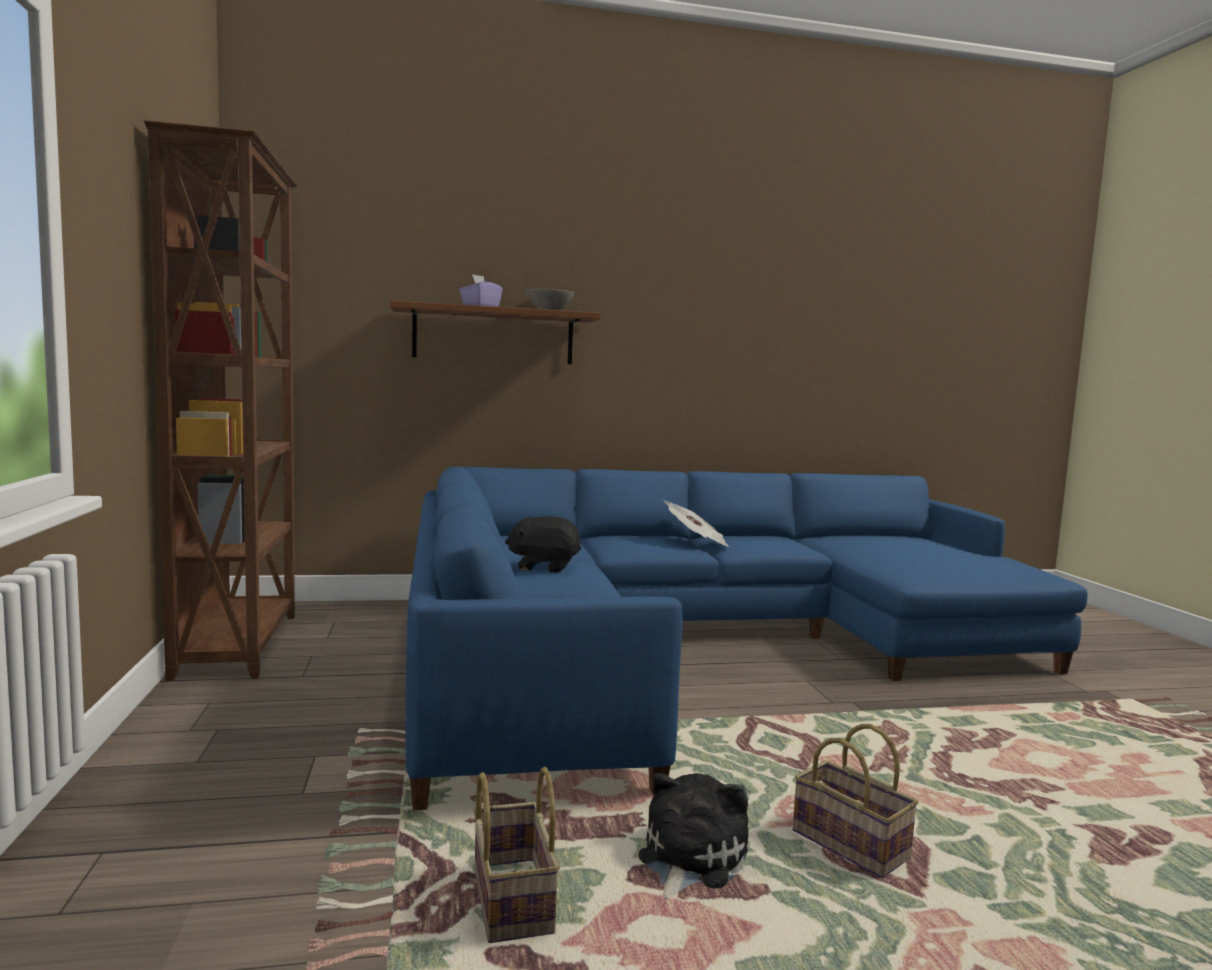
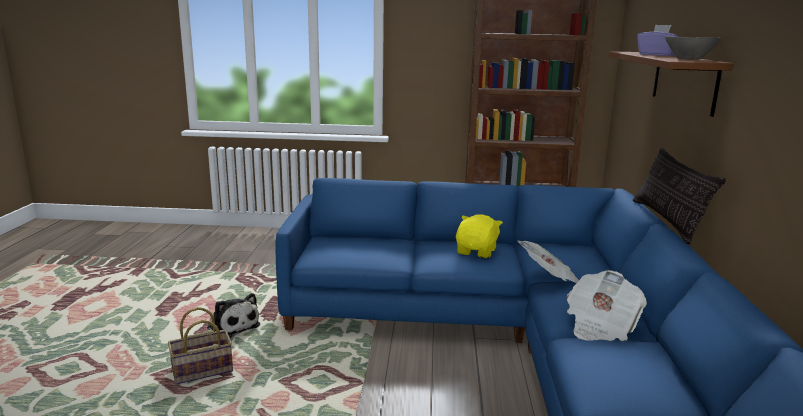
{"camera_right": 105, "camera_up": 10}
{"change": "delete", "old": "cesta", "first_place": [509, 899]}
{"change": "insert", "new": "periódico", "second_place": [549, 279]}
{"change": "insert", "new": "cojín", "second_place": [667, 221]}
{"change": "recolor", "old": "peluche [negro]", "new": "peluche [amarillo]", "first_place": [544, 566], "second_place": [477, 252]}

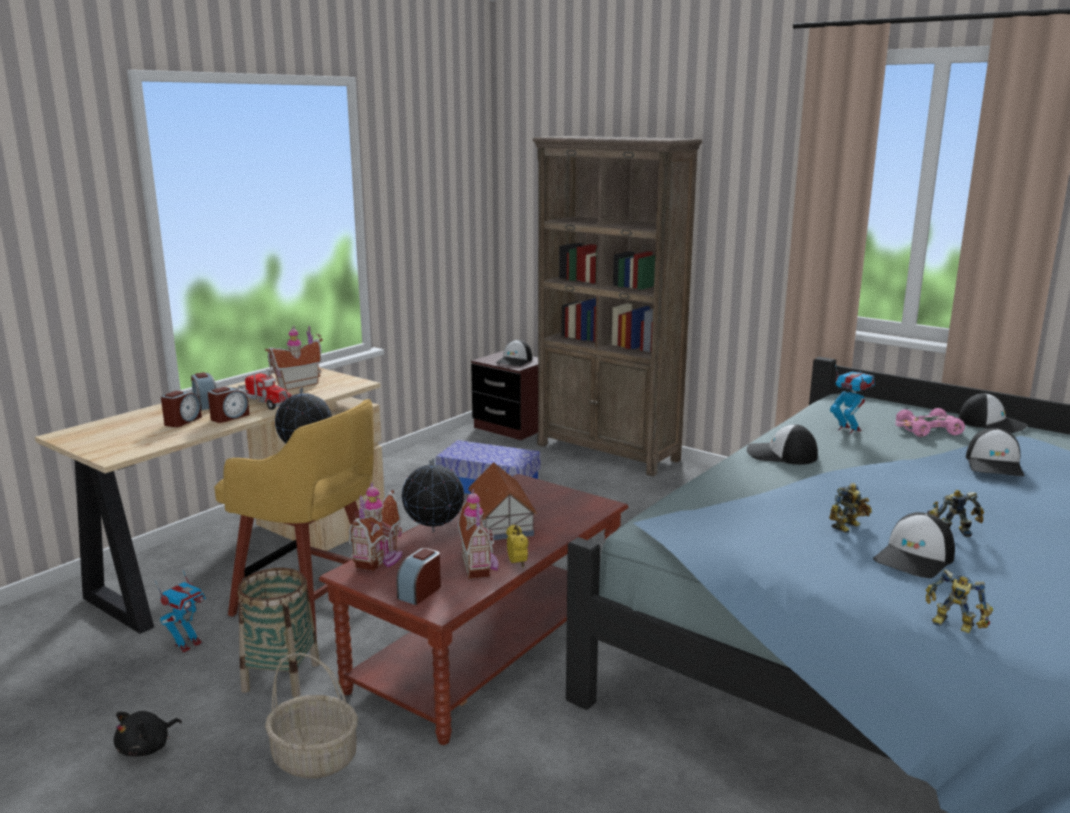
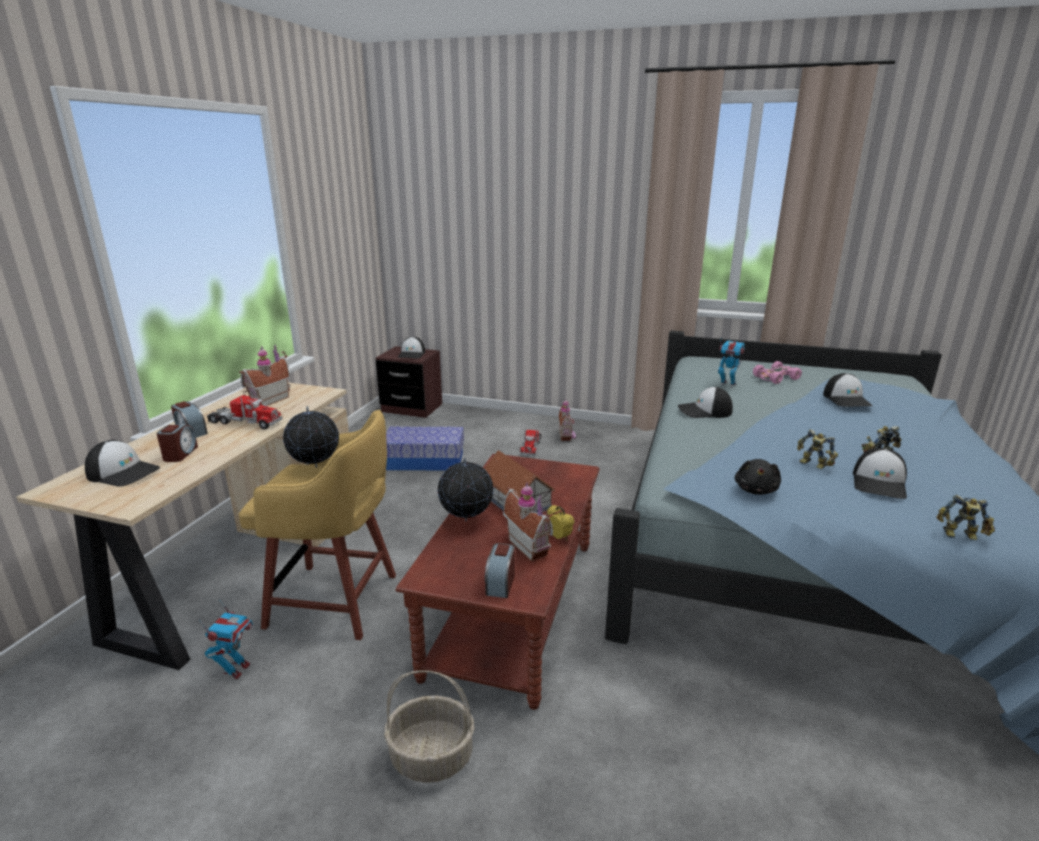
{"camera_right": -20, "camera_up": 5}
{"change": "delete", "old": "despertador", "first_place": [229, 417]}
{"change": "delete", "old": "cesta", "first_place": [281, 677]}
{"change": "delete", "old": "estantería [marrón]", "first_place": [608, 452]}
{"change": "insert", "new": "camión de juguete", "second_place": [531, 447]}
{"change": "move", "old": "peluche [negro]", "first_place": [147, 748], "second_place": [756, 490]}
{"change": "move", "old": "casita", "first_place": [381, 559], "second_place": [567, 435]}
{"change": "move", "old": "gorra", "first_place": [992, 423], "second_place": [123, 472]}
{"change": "rotate", "old": "robot de juguete", "first_place": [848, 527], "second_place": [813, 465], "degrees": 105}

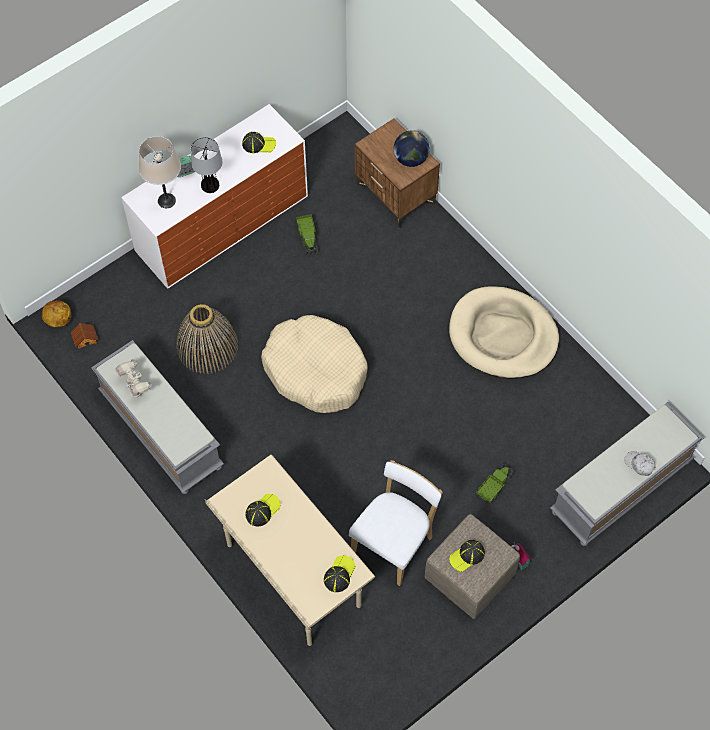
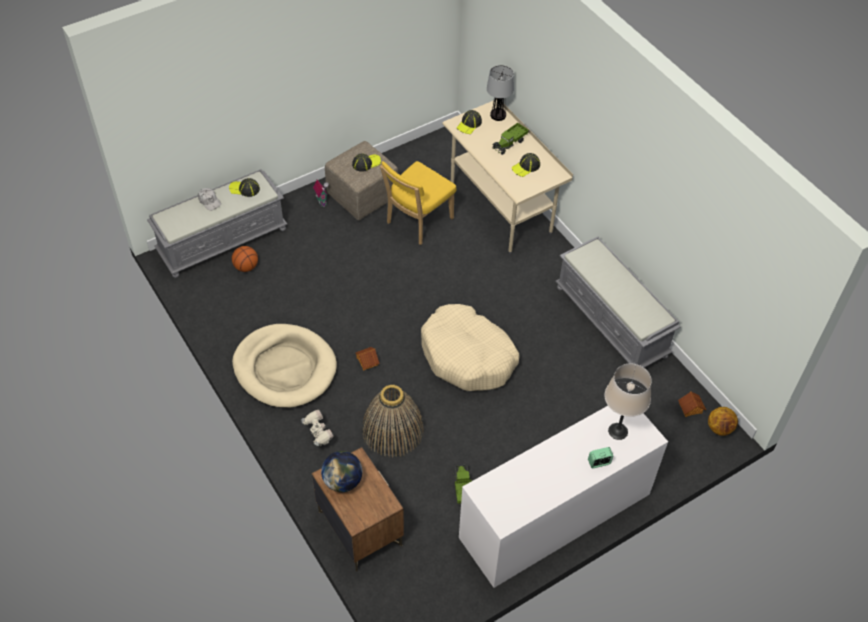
{"camera_right": -175, "camera_up": -10}
{"change": "insert", "new": "balón de baloncesto", "second_place": [246, 267]}
{"change": "insert", "new": "casita", "second_place": [367, 361]}
{"change": "move", "old": "robot de juguete", "first_place": [136, 388], "second_place": [319, 439]}
{"change": "move", "old": "cesta", "first_place": [207, 346], "second_place": [392, 430]}
{"change": "move", "old": "lámpara de mesa", "first_place": [210, 185], "second_place": [497, 115]}
{"change": "move", "old": "gorra", "first_place": [259, 144], "second_place": [244, 189]}
{"change": "move", "old": "camión de juguete", "first_place": [495, 485], "second_place": [509, 143]}
{"change": "recolor", "old": "silla [blanco]", "new": "silla [amarillo]", "first_place": [394, 543], "second_place": [417, 222]}

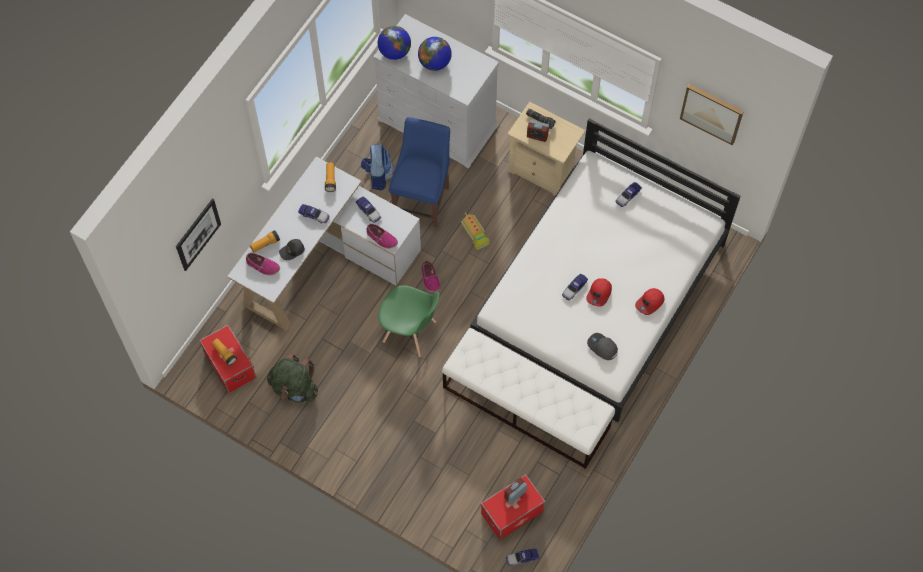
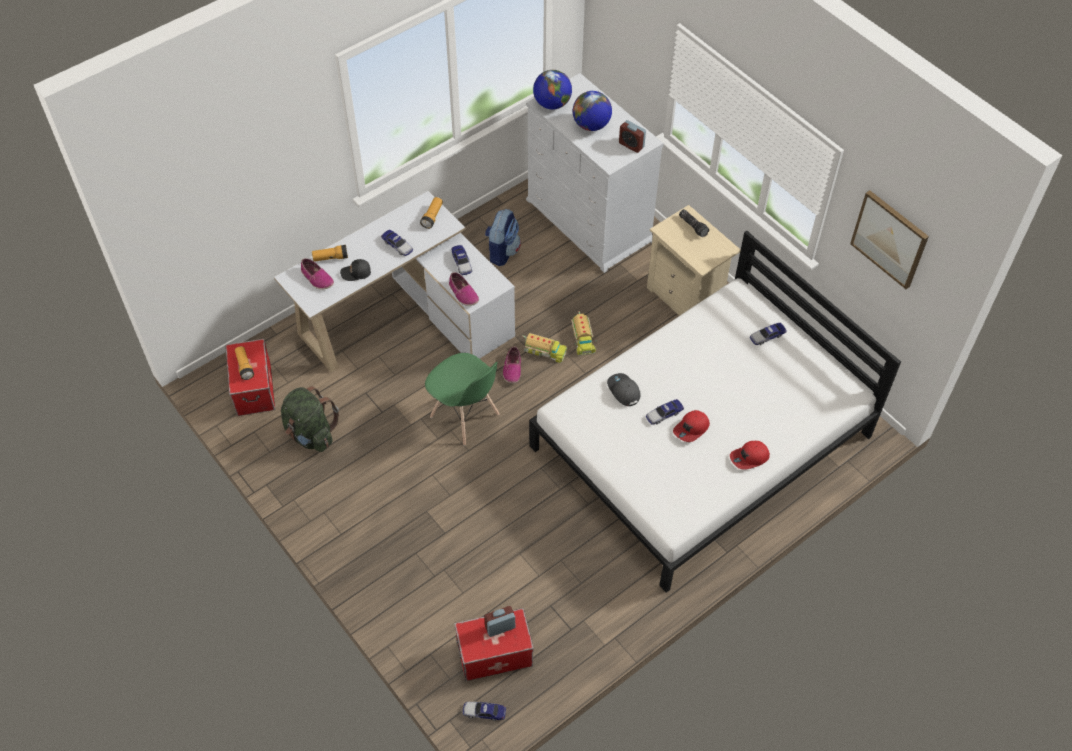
{"camera_right": 20, "camera_up": -10}
{"change": "delete", "old": "cuadro", "first_place": [198, 234]}
{"change": "delete", "old": "silla [azul]", "first_place": [422, 199]}
{"change": "delete", "old": "banco [blanco]", "first_place": [526, 407]}
{"change": "insert", "new": "camión de juguete", "second_place": [544, 351]}
{"change": "move", "old": "despertador", "first_place": [537, 136], "second_place": [631, 145]}
{"change": "move", "old": "gorra [gris]", "first_place": [602, 347], "second_place": [623, 391]}

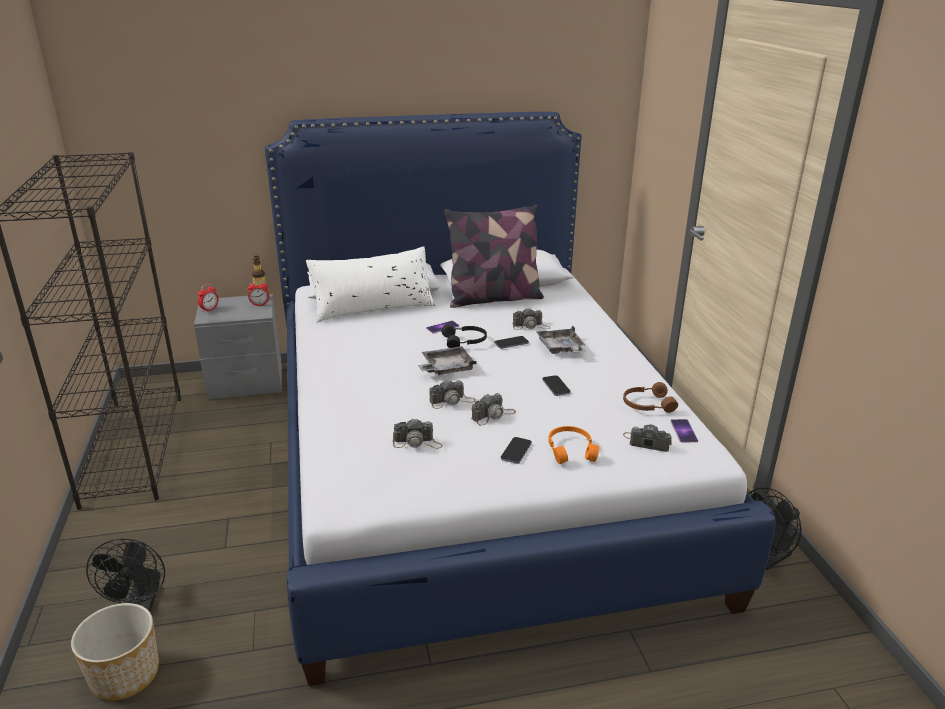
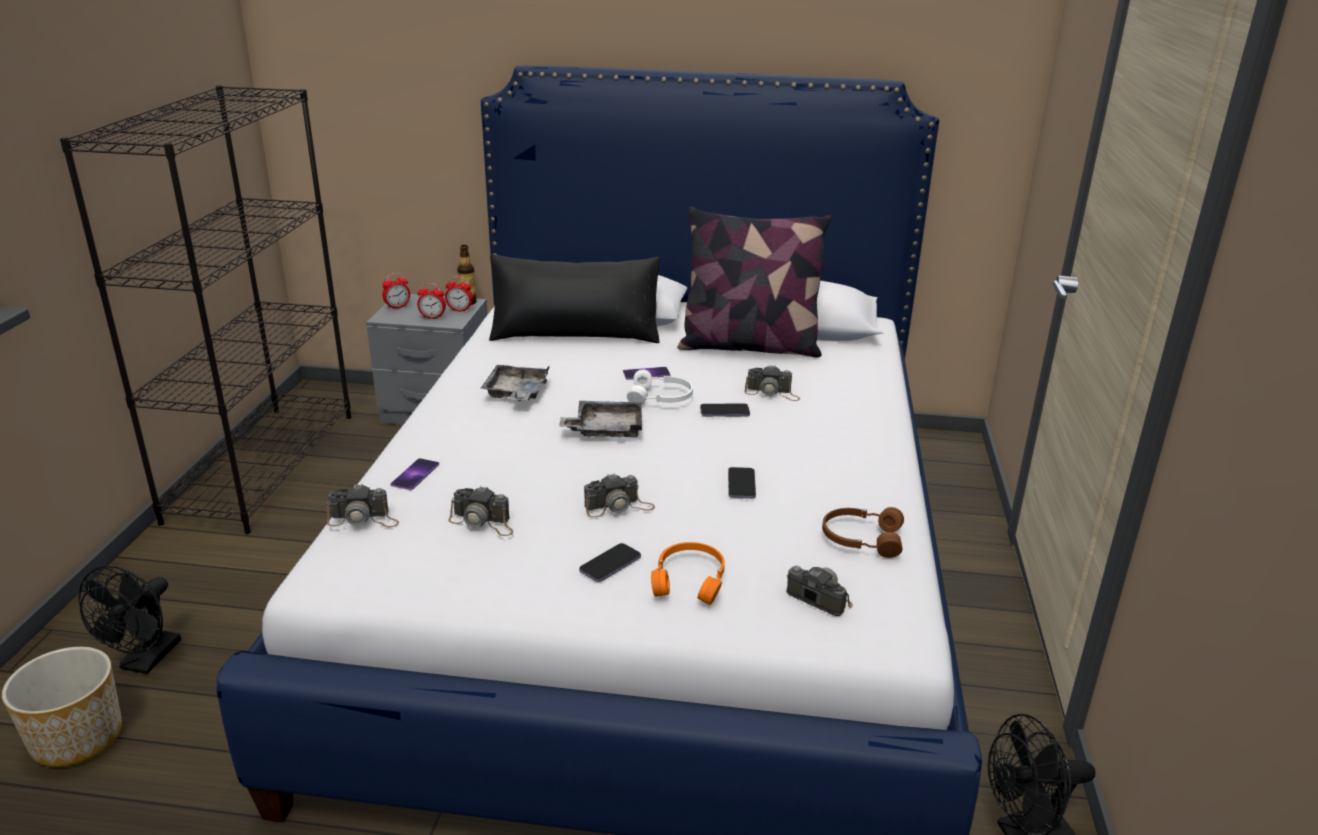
{"camera_right": 20, "camera_up": 0}
{"change": "insert", "new": "despertador", "second_place": [432, 317]}
{"change": "move", "old": "cámara", "first_place": [452, 401], "second_place": [364, 519]}
{"change": "move", "old": "bandeja [gris]", "first_place": [561, 348], "second_place": [516, 393]}
{"change": "move", "old": "móvil", "first_place": [683, 431], "second_place": [415, 474]}
{"change": "recolor", "old": "cojín [blanco]", "new": "cojín [negro]", "first_place": [373, 308], "second_place": [575, 333]}
{"change": "recolor", "old": "auriculares [negro]", "new": "auriculares [blanco]", "first_place": [465, 341], "second_place": [661, 398]}

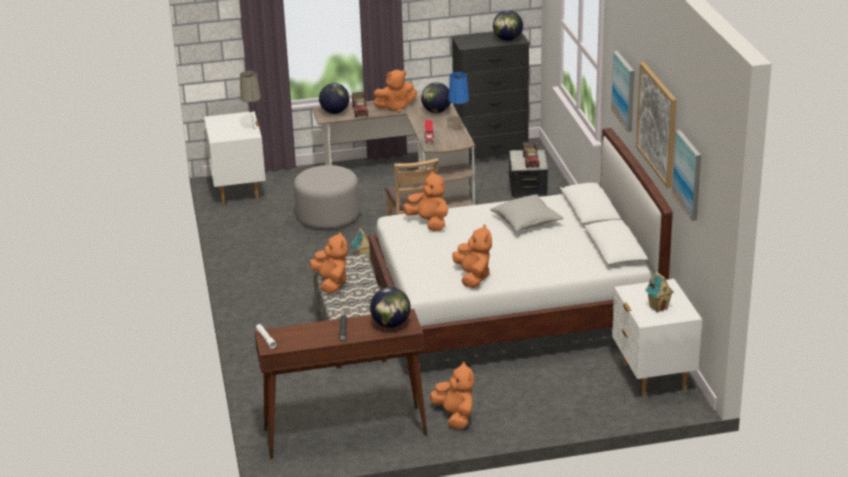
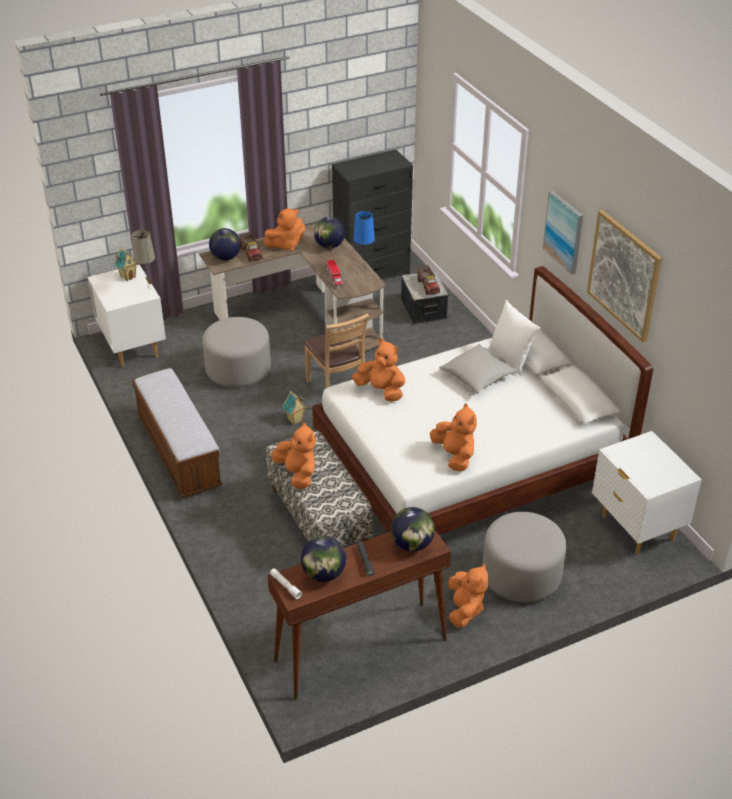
{"camera_right": -15, "camera_up": 10}
{"change": "delete", "old": "cuadro", "first_place": [688, 175]}
{"change": "insert", "new": "banco", "second_place": [179, 451]}
{"change": "insert", "new": "puf [gris]", "second_place": [521, 575]}
{"change": "insert", "new": "cojín [blanco]", "second_place": [511, 358]}
{"change": "move", "old": "globo terráqueo", "first_place": [507, 39], "second_place": [324, 574]}
{"change": "move", "old": "casita", "first_place": [658, 307], "second_place": [128, 277]}
{"change": "rotate", "old": "peluche [naranja]", "first_place": [455, 416], "second_place": [465, 609], "degrees": 45}

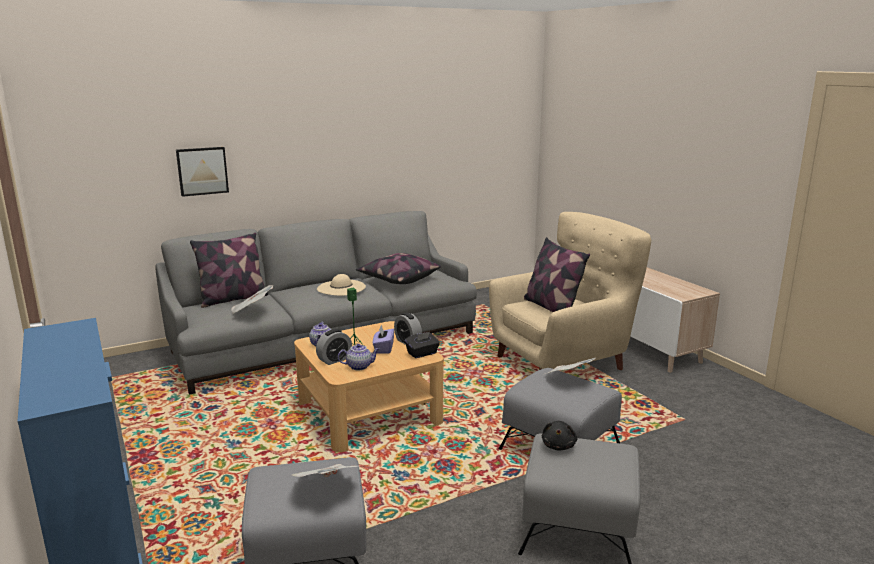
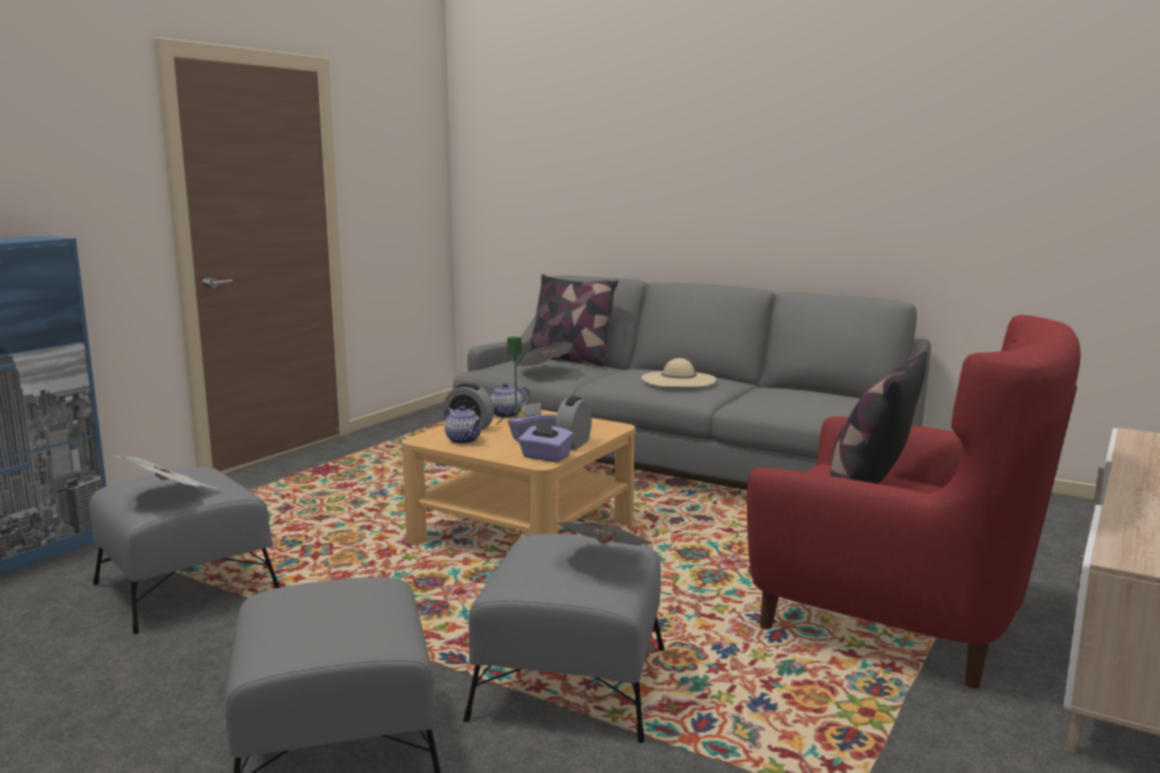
{"camera_right": 60, "camera_up": -5}
{"change": "delete", "old": "cuadro", "first_place": [202, 171]}
{"change": "delete", "old": "cojín", "first_place": [398, 279]}
{"change": "delete", "old": "peluche [negro]", "first_place": [558, 446]}
{"change": "recolor", "old": "caja de pañuelos [negro]", "new": "caja de pañuelos [morado]", "first_place": [422, 353], "second_place": [545, 457]}
{"change": "recolor", "old": "sillón [beis]", "new": "sillón [rojo]", "first_place": [563, 361], "second_place": [899, 622]}

